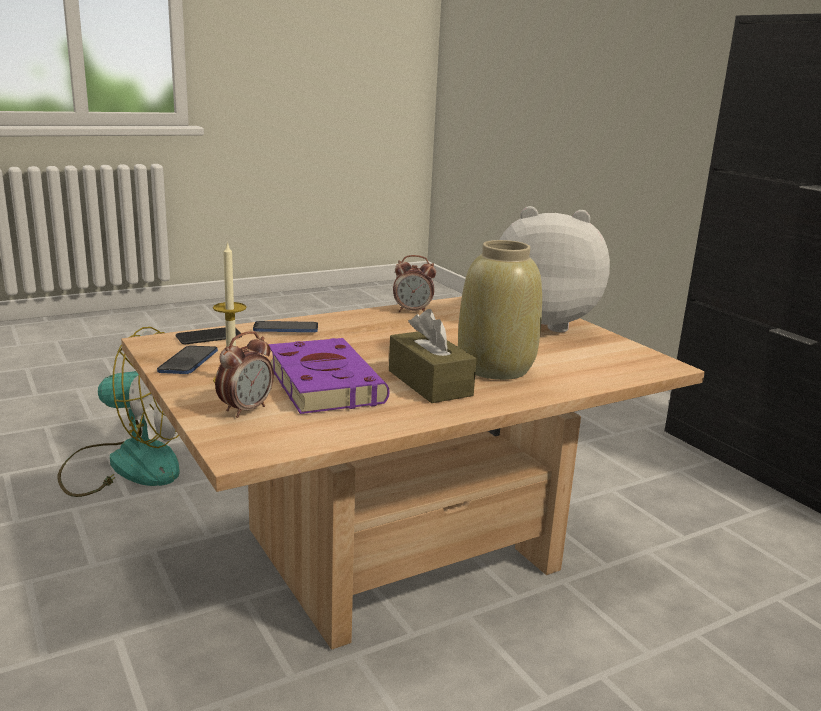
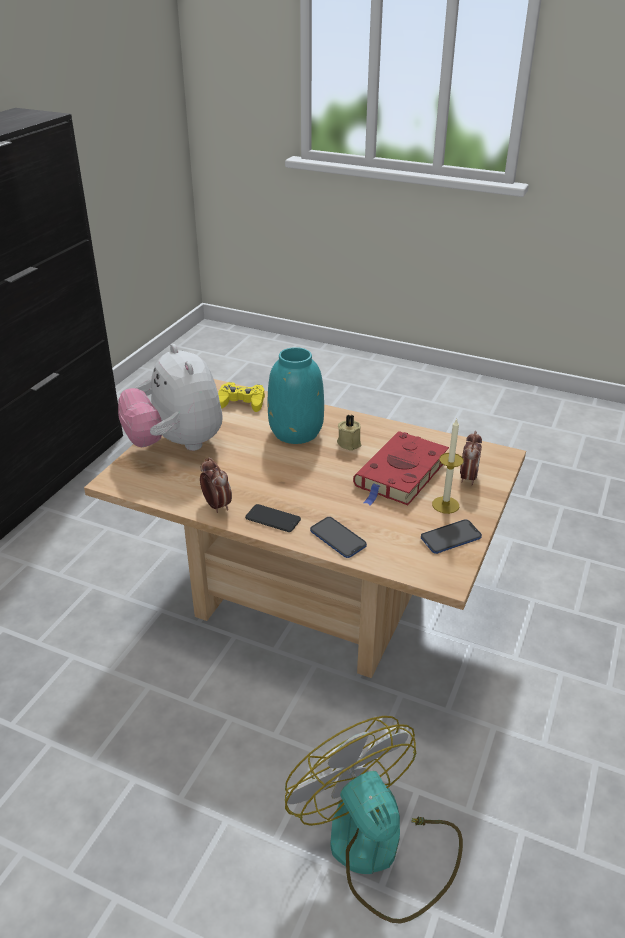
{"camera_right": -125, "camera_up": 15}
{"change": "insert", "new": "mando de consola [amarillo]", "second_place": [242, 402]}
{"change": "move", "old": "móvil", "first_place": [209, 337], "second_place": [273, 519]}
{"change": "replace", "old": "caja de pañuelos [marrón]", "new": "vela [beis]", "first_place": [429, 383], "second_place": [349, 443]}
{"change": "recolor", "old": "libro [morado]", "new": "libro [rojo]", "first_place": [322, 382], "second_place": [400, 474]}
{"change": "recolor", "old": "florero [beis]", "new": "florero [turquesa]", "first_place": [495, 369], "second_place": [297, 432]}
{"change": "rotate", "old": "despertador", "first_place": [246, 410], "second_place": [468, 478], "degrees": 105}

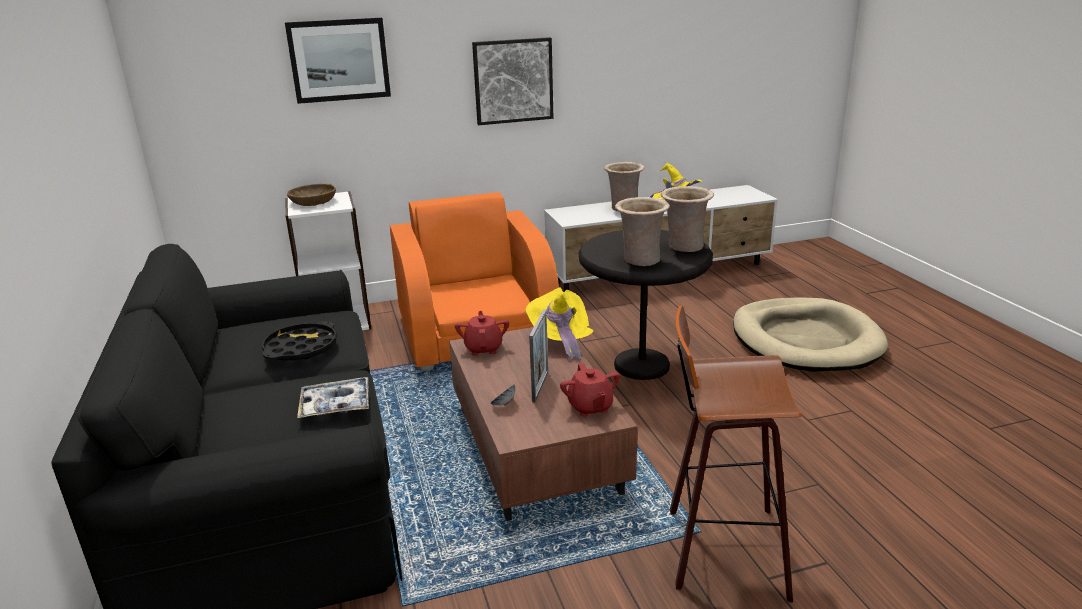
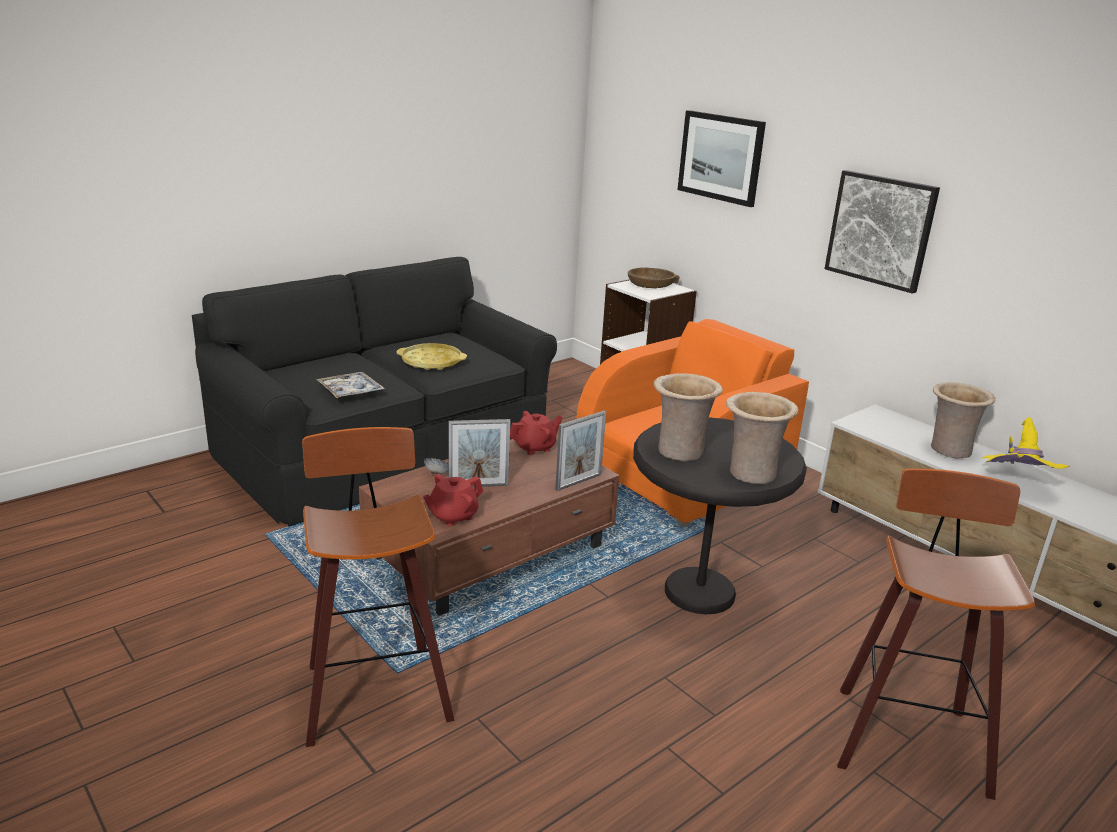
{"camera_right": 65, "camera_up": 0}
{"change": "replace", "old": "sombrero [amarillo]", "new": "portarretratos", "first_place": [561, 341], "second_place": [578, 482]}
{"change": "replace", "old": "cama para perro [beis]", "new": "taburete", "first_place": [805, 340], "second_place": [905, 736]}
{"change": "recolor", "old": "bandeja [negro]", "new": "bandeja [amarillo]", "first_place": [301, 348], "second_place": [431, 362]}

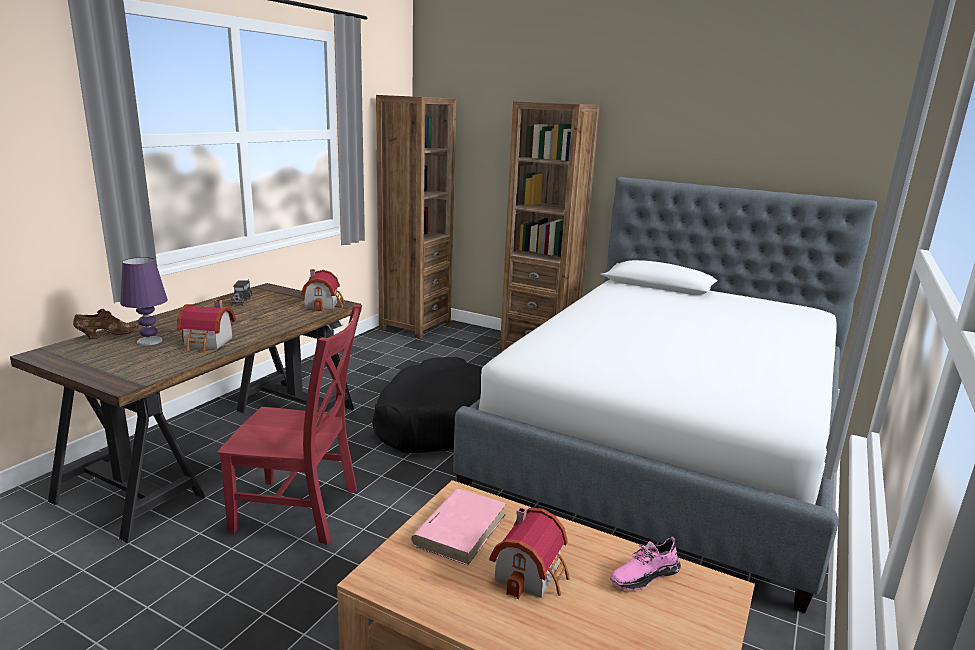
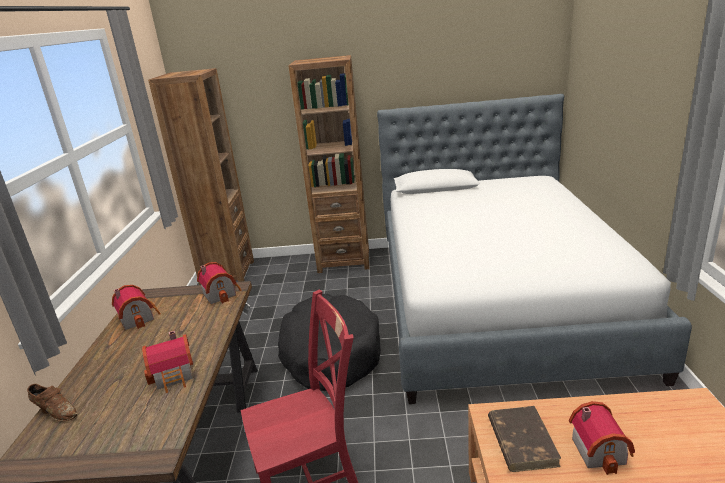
{"camera_right": -25, "camera_up": 5}
{"change": "delete", "old": "lámpara de mesa [morado]", "first_place": [149, 341]}
{"change": "delete", "old": "zapato [rosa]", "first_place": [644, 575]}
{"change": "replace", "old": "camión de juguete", "new": "casita", "first_place": [241, 300], "second_place": [138, 317]}
{"change": "recolor", "old": "libro [rosa]", "new": "libro [marrón]", "first_place": [460, 528], "second_place": [521, 440]}
{"change": "rotate", "old": "zapato [marrón]", "first_place": [106, 335], "second_place": [56, 412], "degrees": 90}

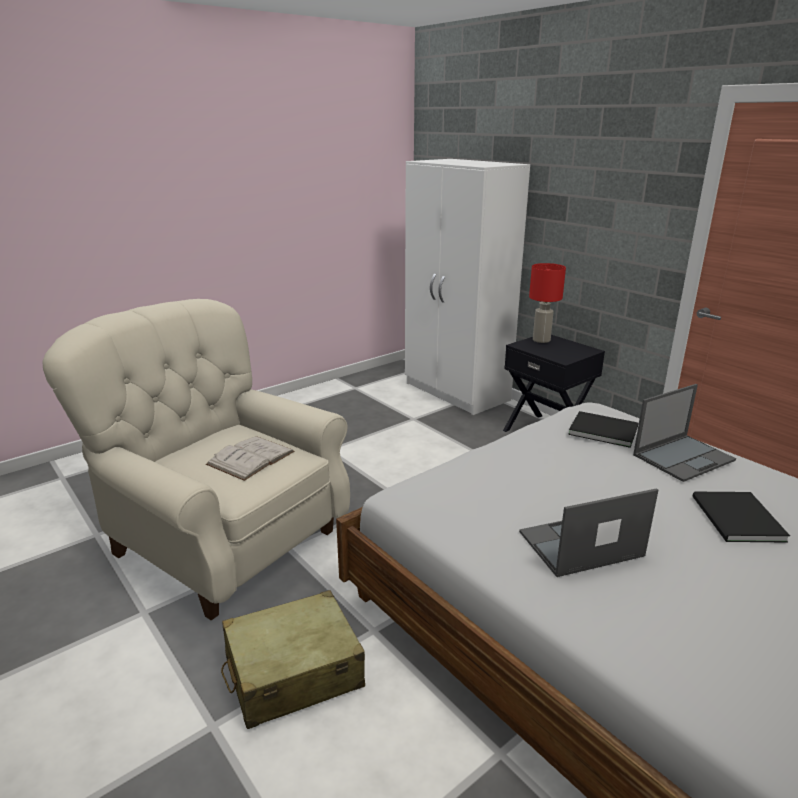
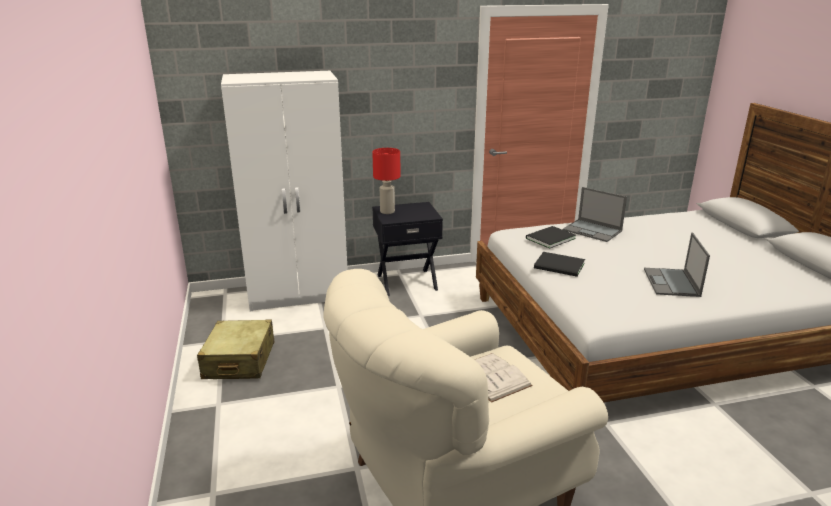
{"camera_right": -65, "camera_up": 0}
{"change": "move", "old": "maleta [beis]", "first_place": [293, 672], "second_place": [239, 361]}
{"change": "move", "old": "libro [negro]", "first_place": [736, 520], "second_place": [560, 266]}
{"change": "rotate", "old": "portátil", "first_place": [684, 457], "second_place": [593, 230], "degrees": 135}

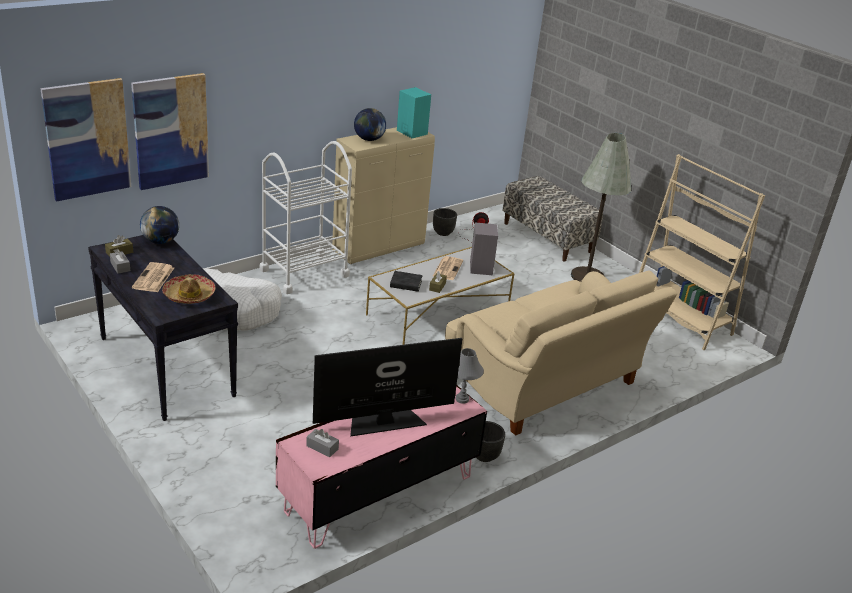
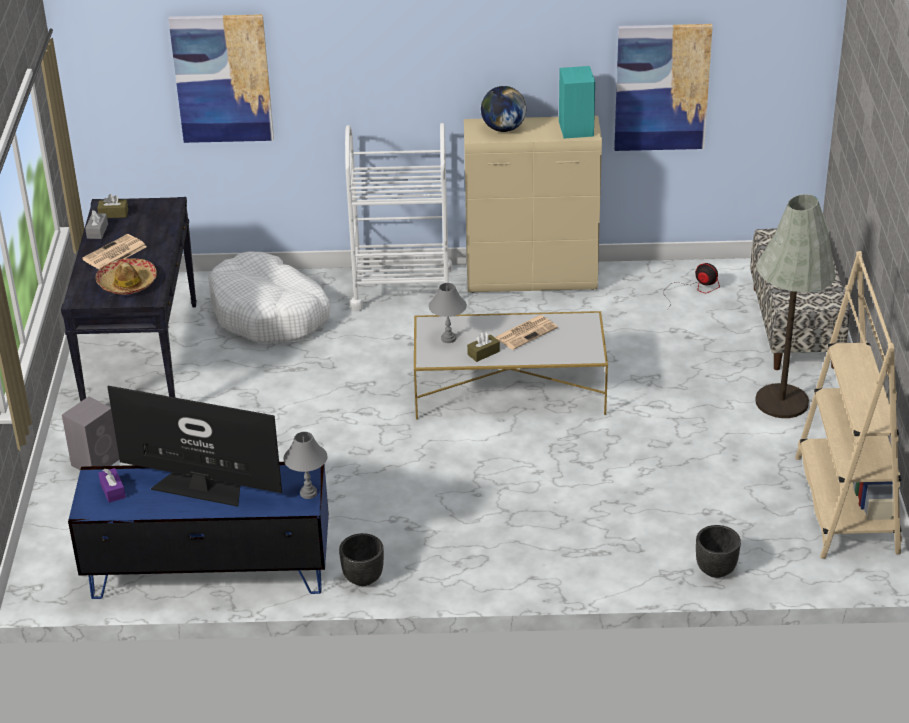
{"camera_right": 40, "camera_up": 5}
{"change": "delete", "old": "globo terráqueo", "first_place": [160, 241]}
{"change": "delete", "old": "sofá [beis]", "first_place": [545, 385]}
{"change": "move", "old": "cuadro", "first_place": [87, 139], "second_place": [662, 87]}
{"change": "move", "old": "maceta [negro]", "first_place": [443, 233], "second_place": [715, 569]}
{"change": "move", "old": "altavoz [gris]", "first_place": [481, 267], "second_place": [96, 461]}
{"change": "replace", "old": "libro [negro]", "new": "lámpara de mesa [gris]", "first_place": [406, 284], "second_place": [448, 338]}
{"change": "recolor", "old": "mueble de televisión [rosa]", "new": "mueble de televisión [azul]", "first_place": [379, 493], "second_place": [208, 571]}
{"change": "recolor", "old": "caja de pañuelos [gris]", "new": "caja de pañuelos [morado]", "first_place": [322, 447], "second_place": [112, 490]}

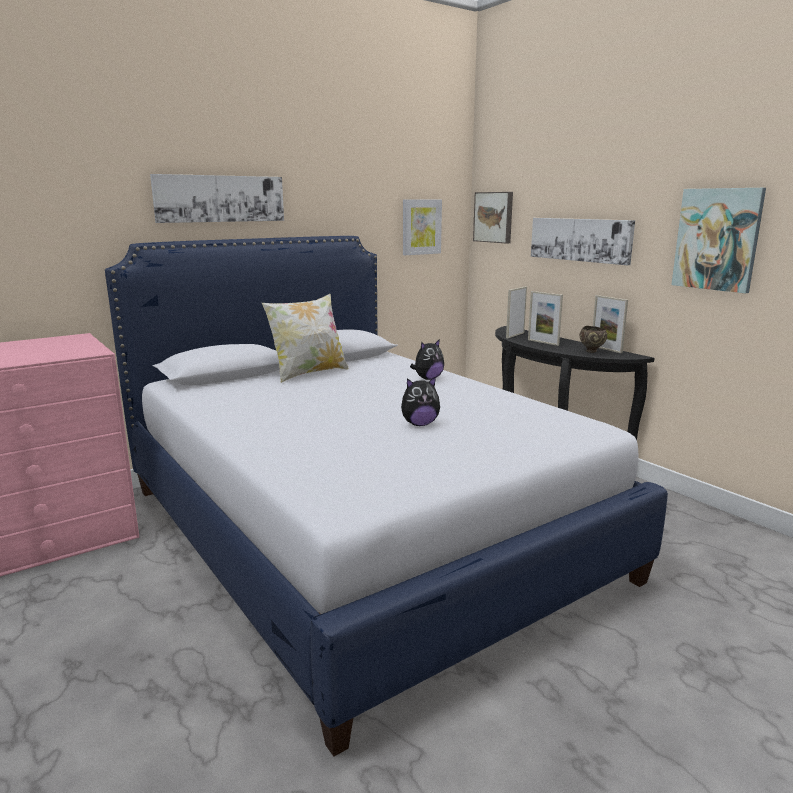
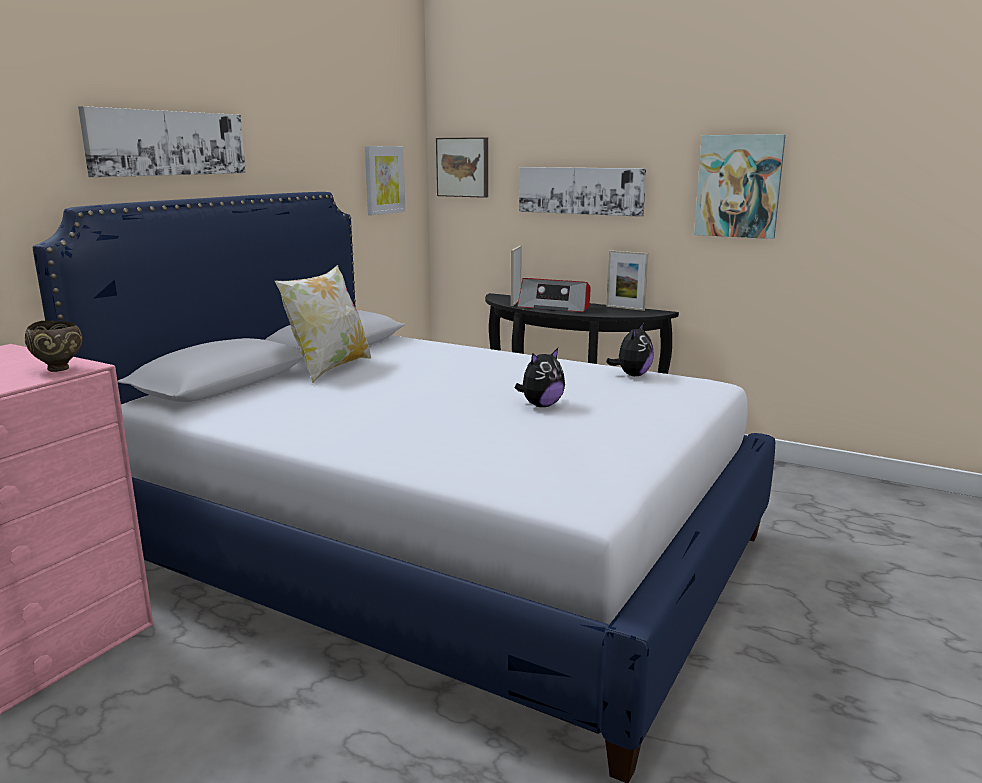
{"camera_right": -25, "camera_up": 0}
{"change": "move", "old": "peluche", "first_place": [428, 379], "second_place": [632, 375]}
{"change": "move", "old": "cuenco [marrón]", "first_place": [592, 351], "second_place": [59, 369]}
{"change": "replace", "old": "portarretratos", "new": "radio", "first_place": [543, 342], "second_place": [555, 307]}

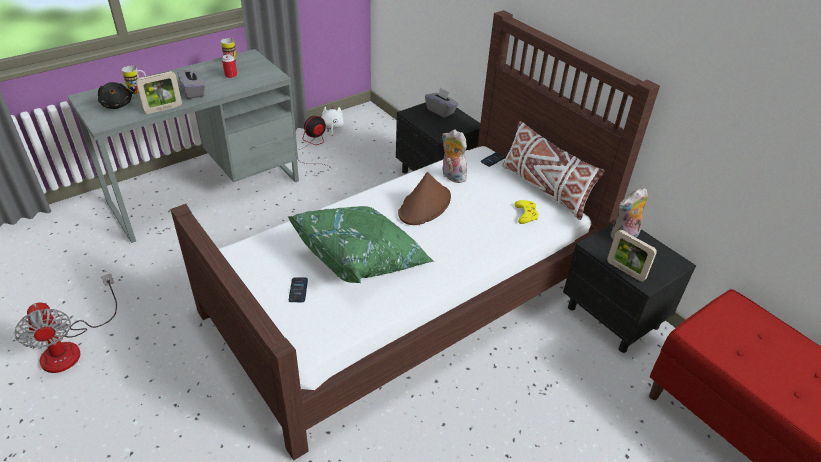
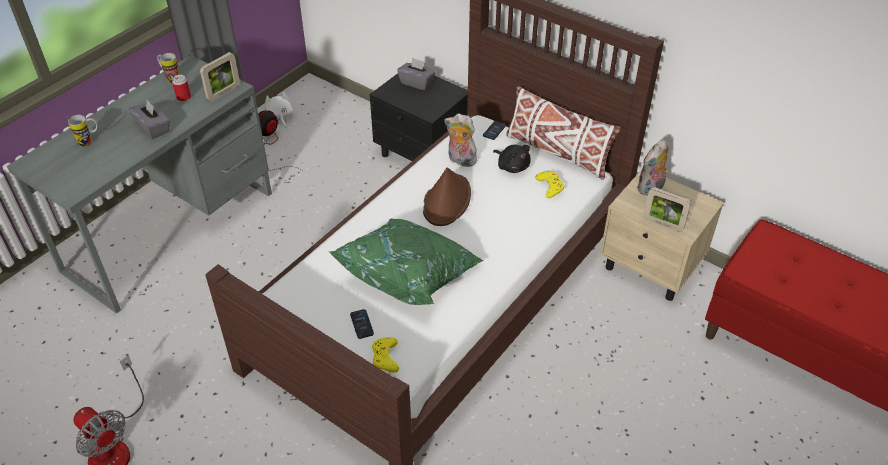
{"camera_right": -15, "camera_up": 5}
{"change": "insert", "new": "mando de consola [amarillo]", "second_place": [385, 357]}
{"change": "move", "old": "peluche [negro]", "first_place": [117, 105], "second_place": [512, 166]}
{"change": "move", "old": "portarretratos", "first_place": [163, 109], "second_place": [223, 93]}
{"change": "recolor", "old": "mesita de noche [negro]", "new": "mesita de noche [beis]", "first_place": [613, 318], "second_place": [651, 268]}

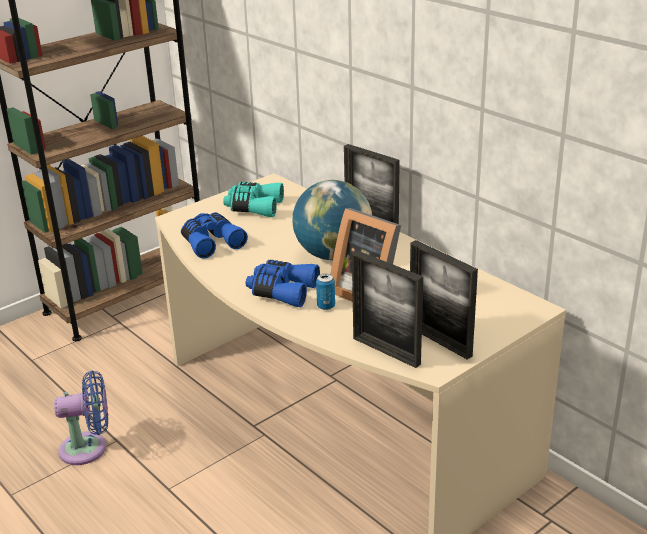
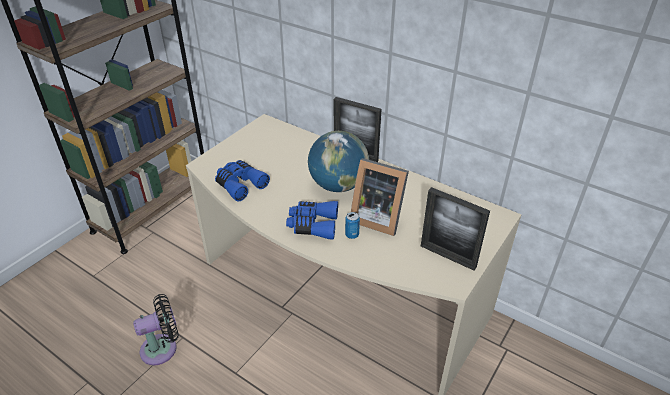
{"camera_right": -15, "camera_up": 10}
{"change": "delete", "old": "prismáticos [turquesa]", "first_place": [253, 207]}
{"change": "delete", "old": "portarretratos", "first_place": [386, 351]}
{"change": "recolor", "old": "ventilador [azul]", "new": "ventilador [negro]", "first_place": [88, 448], "second_place": [163, 348]}

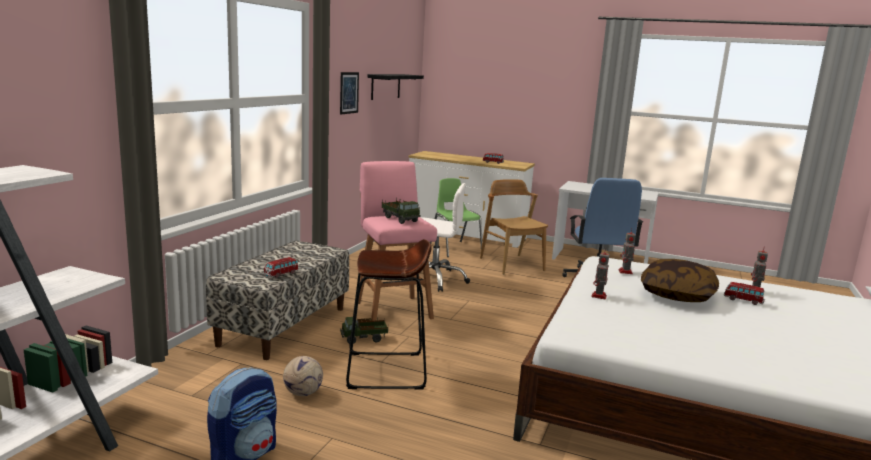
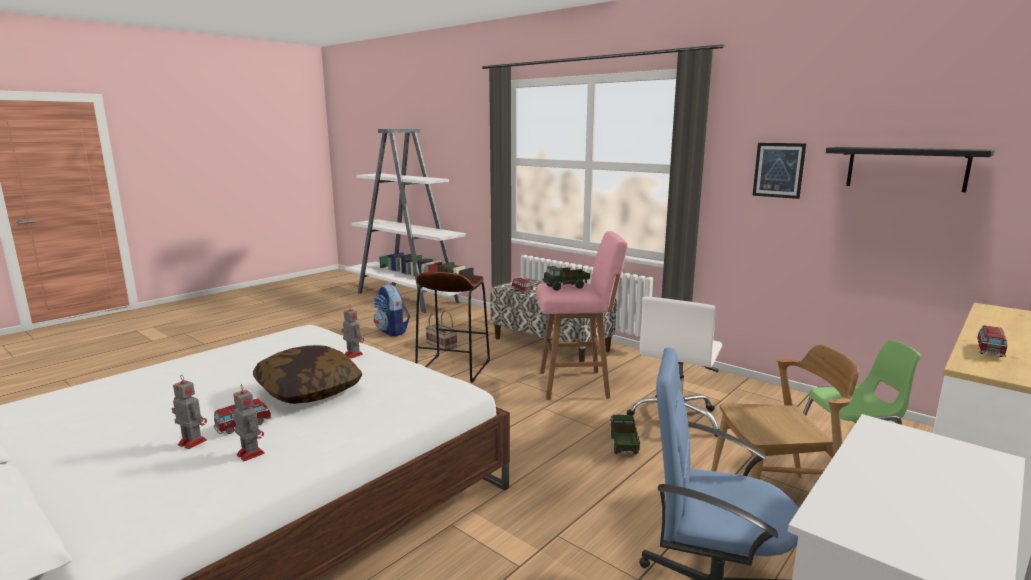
{"camera_right": 110, "camera_up": 0}
{"change": "move", "old": "camión de juguete", "first_place": [364, 339], "second_place": [623, 446]}
{"change": "move", "old": "robot de juguete", "first_place": [625, 272], "second_place": [191, 442]}
{"change": "replace", "old": "balón de fútbol", "new": "cesta", "first_place": [302, 393], "second_place": [442, 345]}

